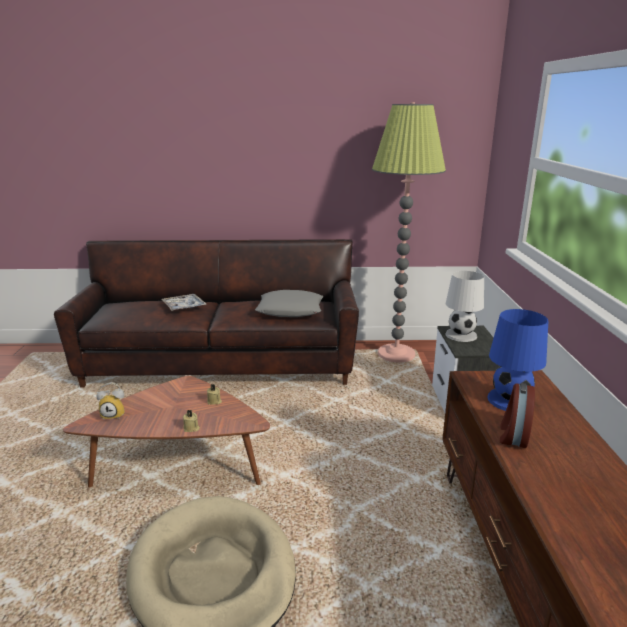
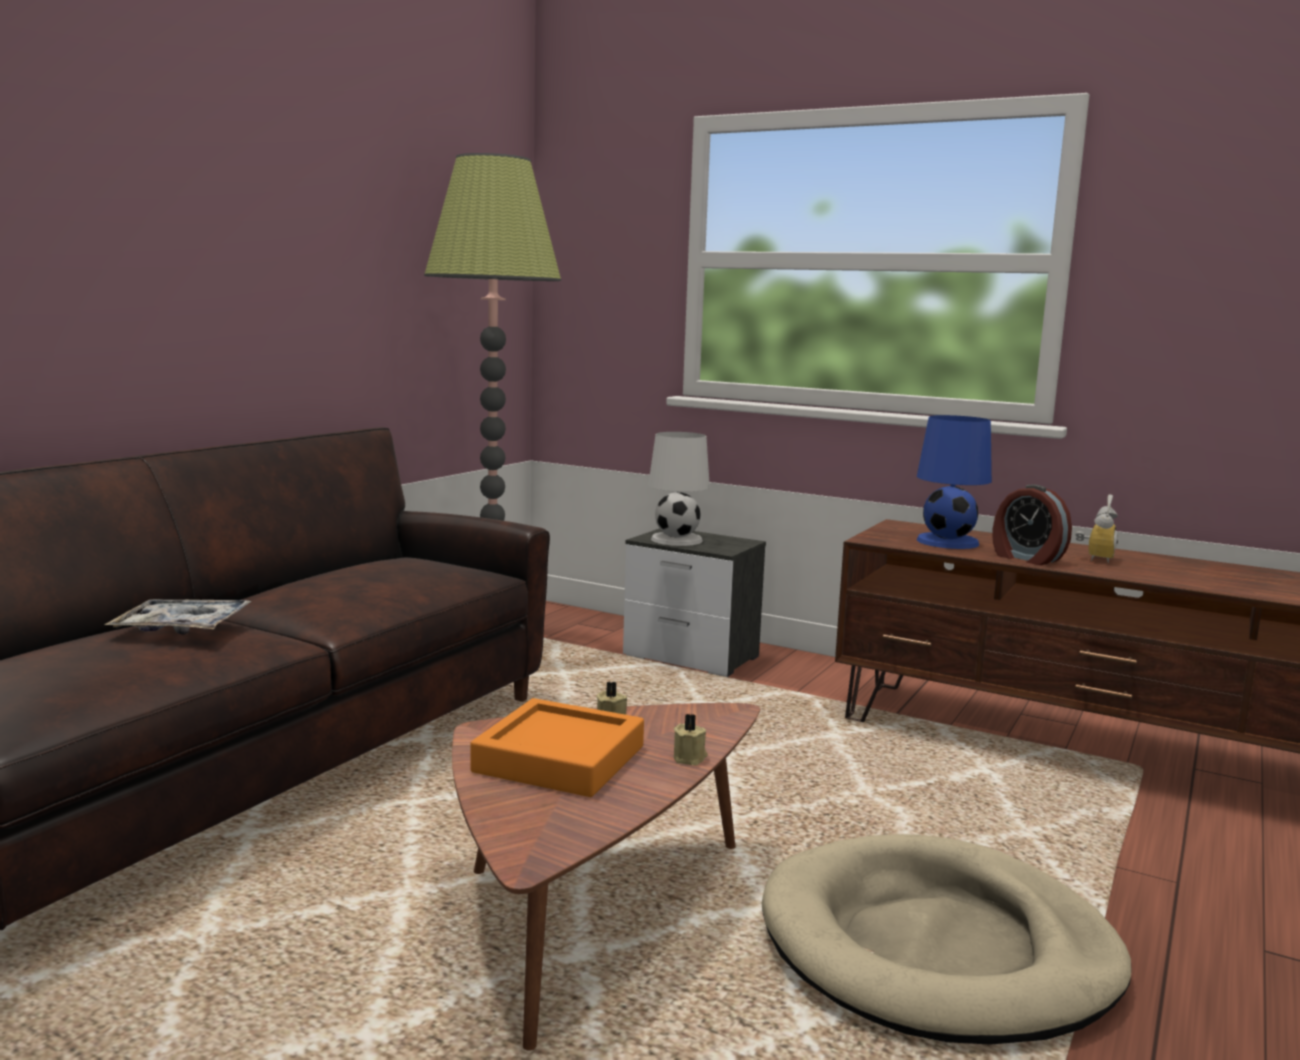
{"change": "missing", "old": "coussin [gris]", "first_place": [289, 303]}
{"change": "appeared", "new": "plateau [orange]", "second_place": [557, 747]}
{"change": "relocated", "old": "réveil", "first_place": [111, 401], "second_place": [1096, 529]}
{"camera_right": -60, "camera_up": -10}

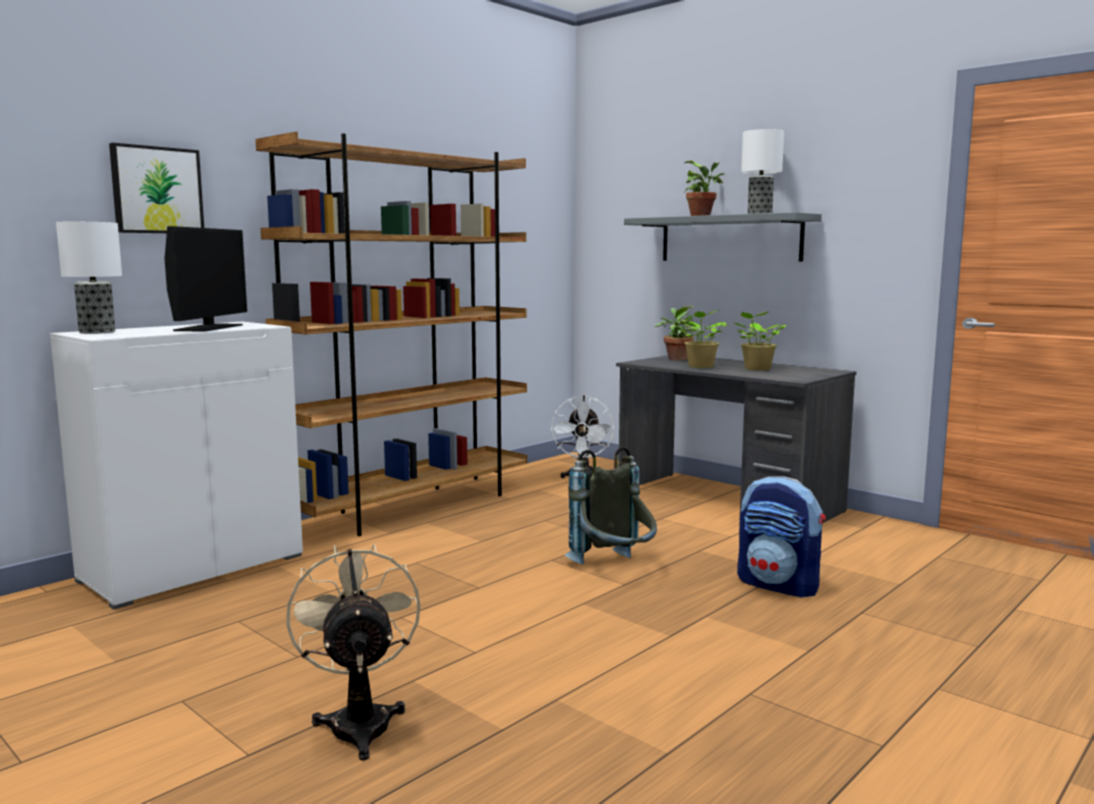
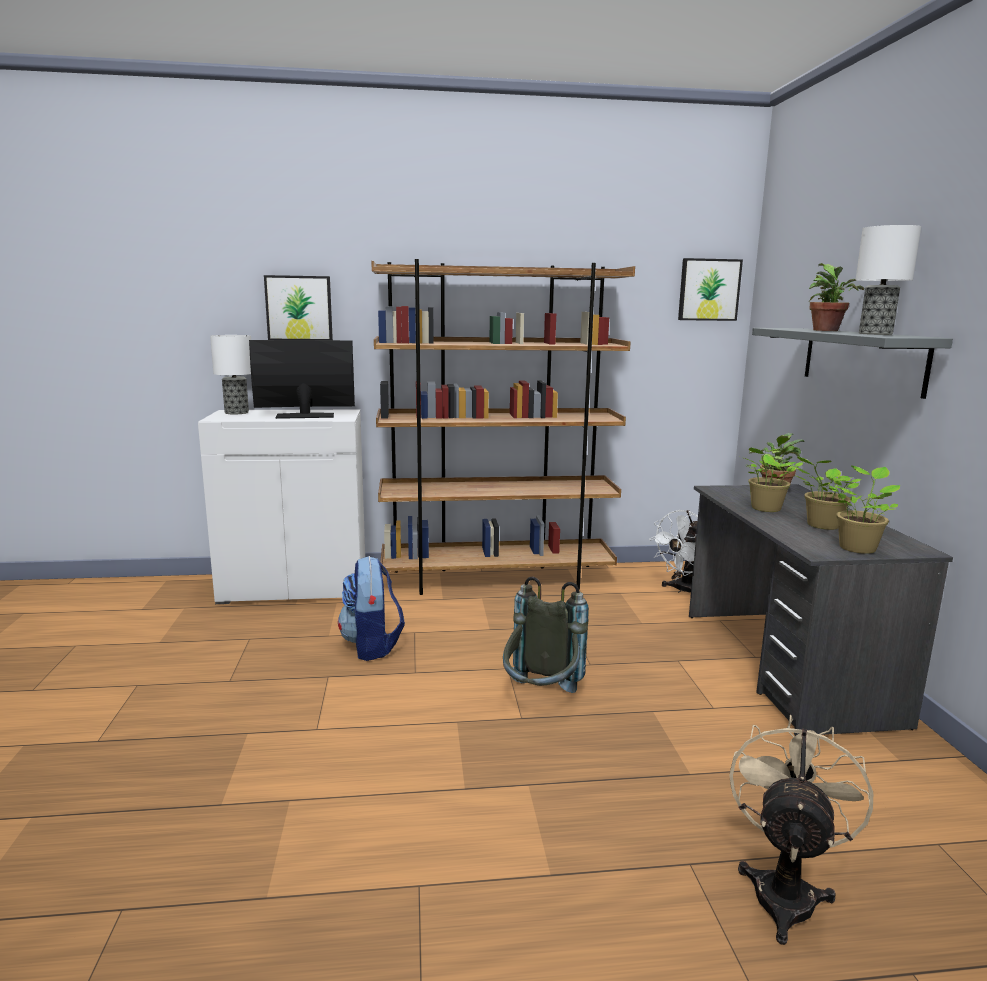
{"change": "appeared", "new": "tableau", "second_place": [710, 289]}
{"change": "appeared", "new": "plante en pot", "second_place": [864, 509]}
{"change": "relocated", "old": "ventilateur [beige]", "first_place": [353, 652], "second_place": [801, 830]}
{"change": "relocated", "old": "sac à dos", "first_place": [781, 537], "second_place": [371, 608]}
{"change": "spun", "old": "écran d'ordinateur", "first_place": [206, 279], "second_place": [302, 379], "degrees": -150}
{"camera_right": 40, "camera_up": 5}

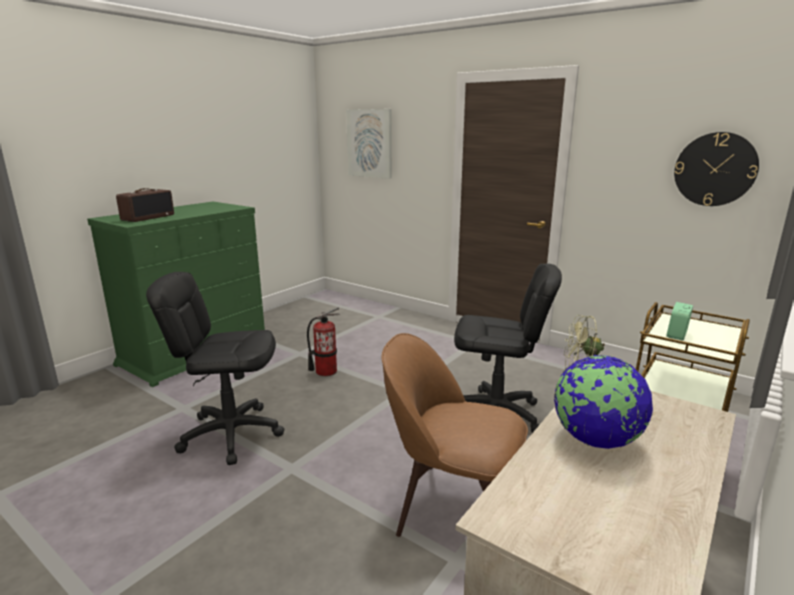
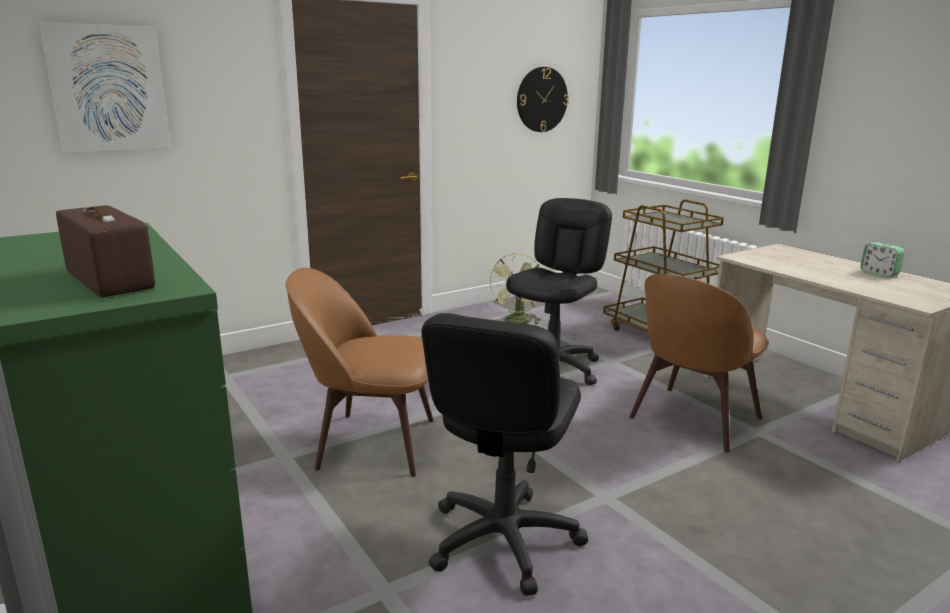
{"change": "missing", "old": "globe", "first_place": [603, 402]}
{"change": "relocated", "old": "réveil", "first_place": [679, 321], "second_place": [882, 259]}
{"change": "exchanged", "old": "extincteur", "new": "chaise [marron]", "first_place": [323, 341], "second_place": [359, 372]}
{"camera_right": -70, "camera_up": 0}

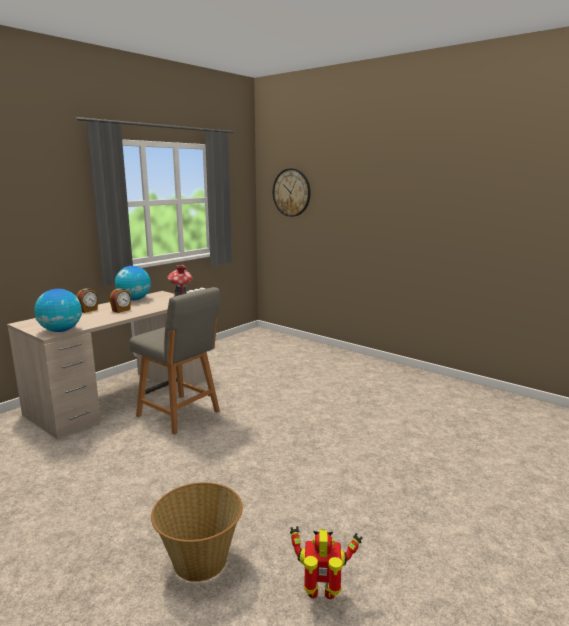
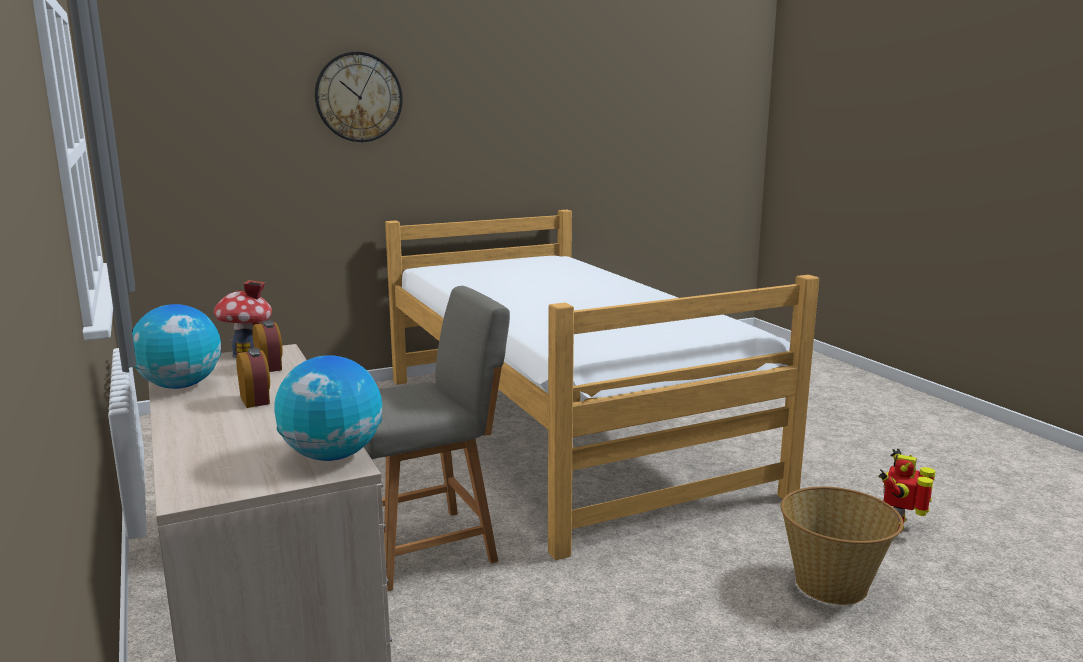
{"change": "appeared", "new": "lit", "second_place": [602, 385]}
{"change": "relocated", "old": "réveil", "first_place": [87, 300], "second_place": [268, 346]}
{"change": "relocated", "old": "horloge murale", "first_place": [292, 192], "second_place": [359, 97]}
{"camera_right": -65, "camera_up": 0}

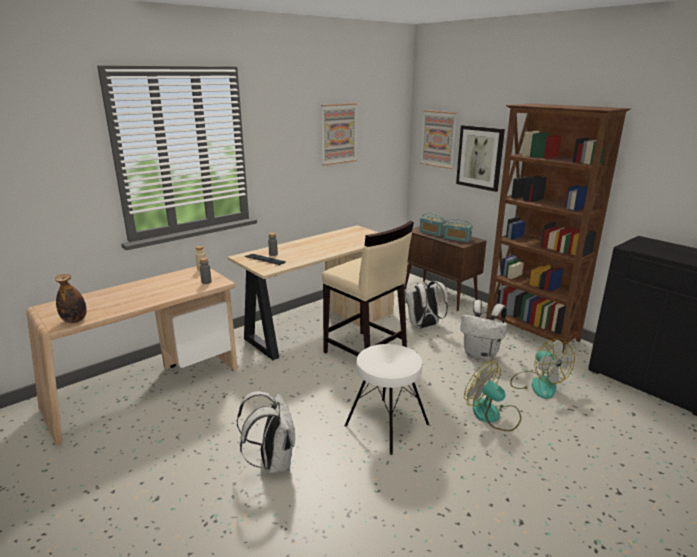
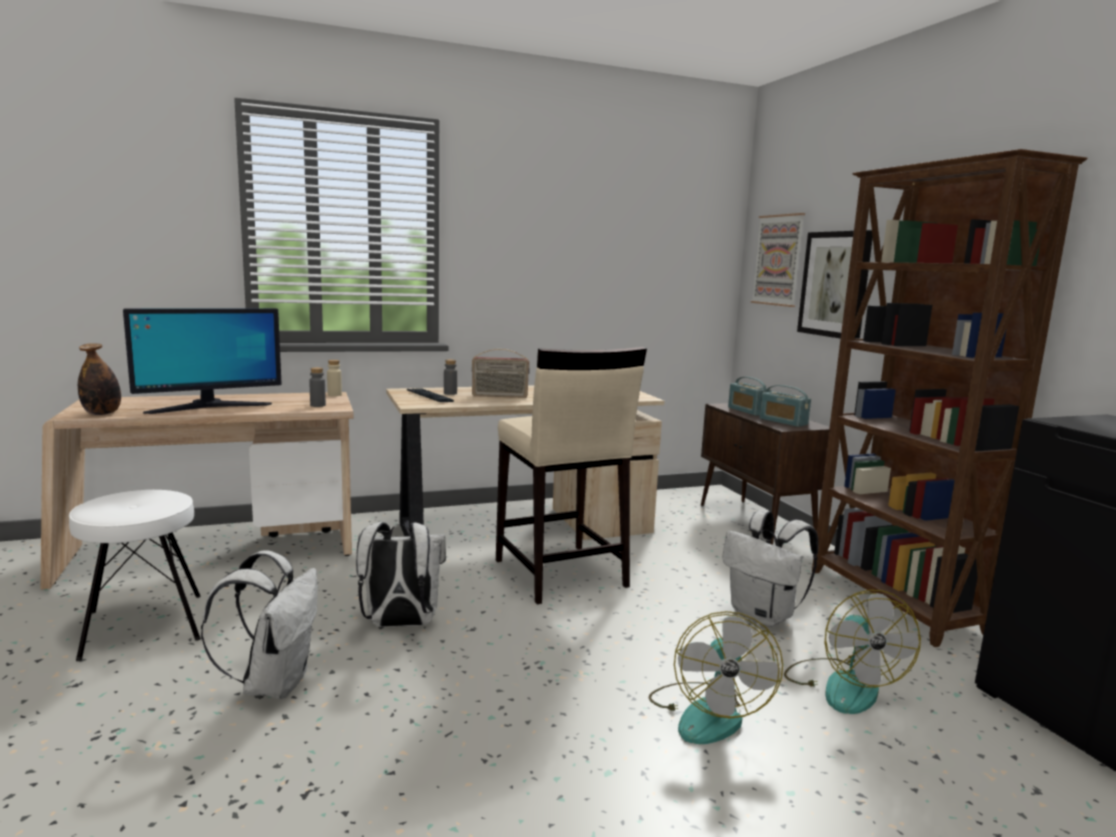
{"change": "missing", "old": "tableau", "first_place": [339, 134]}
{"change": "appeared", "new": "écran d'ordinateur", "second_place": [202, 361]}
{"change": "appeared", "new": "radio", "second_place": [501, 373]}
{"change": "relocated", "old": "tabouret [blanc]", "first_place": [386, 399], "second_place": [135, 575]}
{"change": "relocated", "old": "sac à dos [blanc]", "first_place": [426, 305], "second_place": [401, 574]}
{"change": "spun", "old": "ventilateur", "first_place": [492, 396], "second_place": [716, 677], "degrees": -150}
{"camera_right": 20, "camera_up": -10}

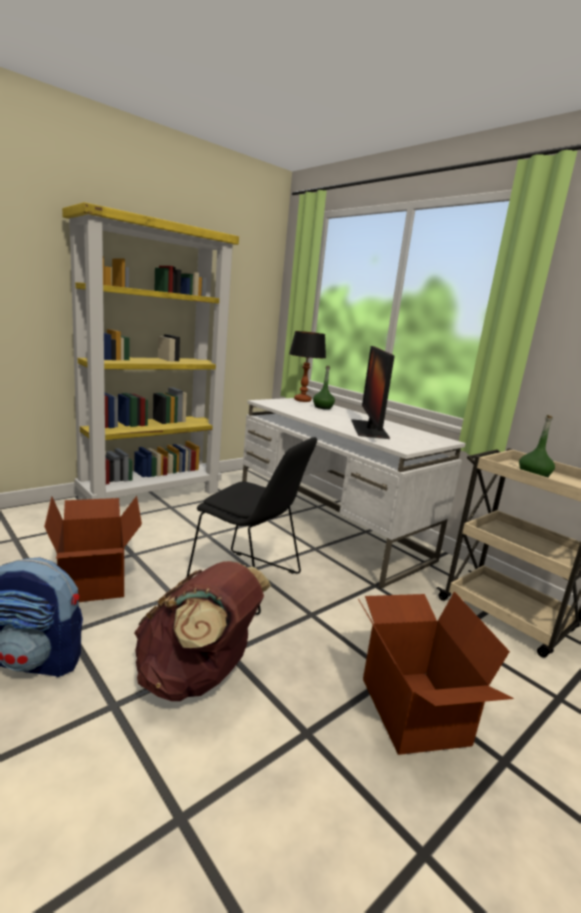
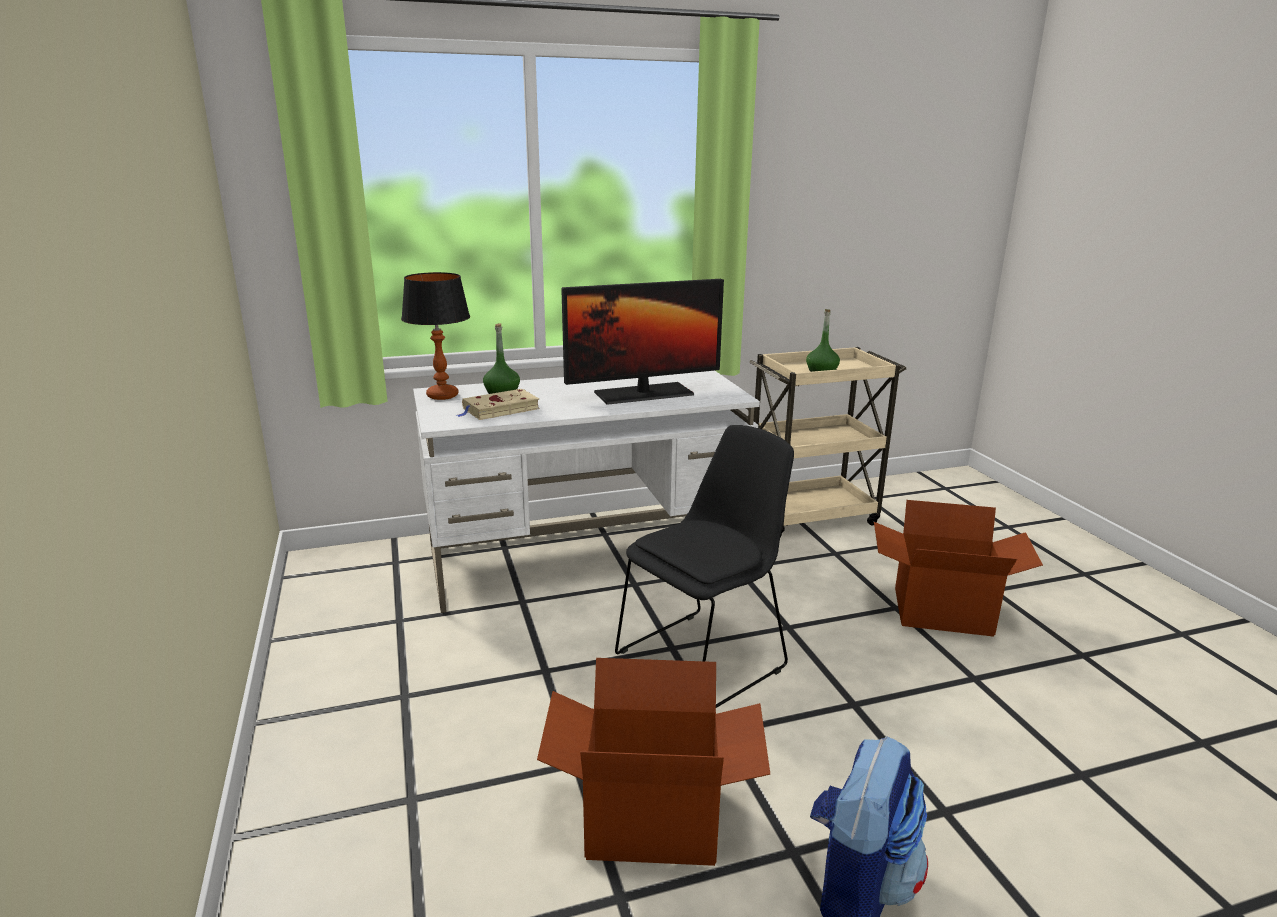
{"change": "missing", "old": "bibliothèque [jaune]", "first_place": [150, 351]}
{"change": "missing", "old": "sac à dos [marron]", "first_place": [202, 631]}
{"change": "appeared", "new": "livre [beige]", "second_place": [498, 404]}
{"change": "spun", "old": "écran d'ordinateur", "first_place": [373, 392], "second_place": [642, 342], "degrees": -45}
{"camera_right": -65, "camera_up": 5}

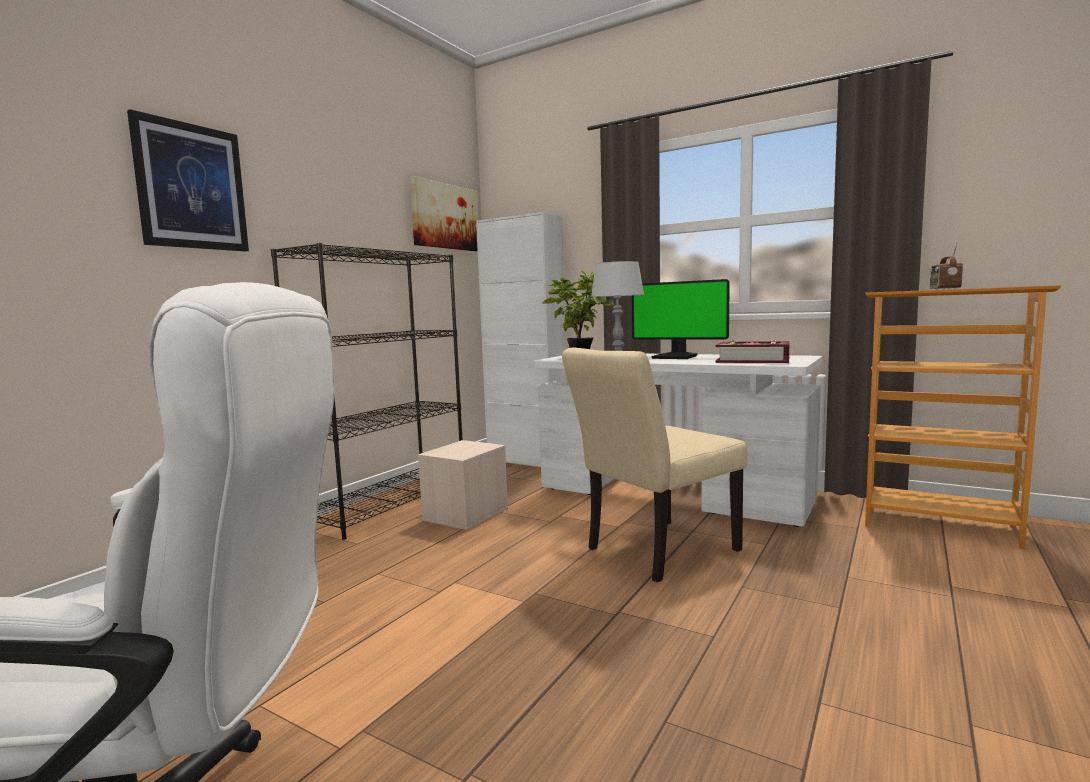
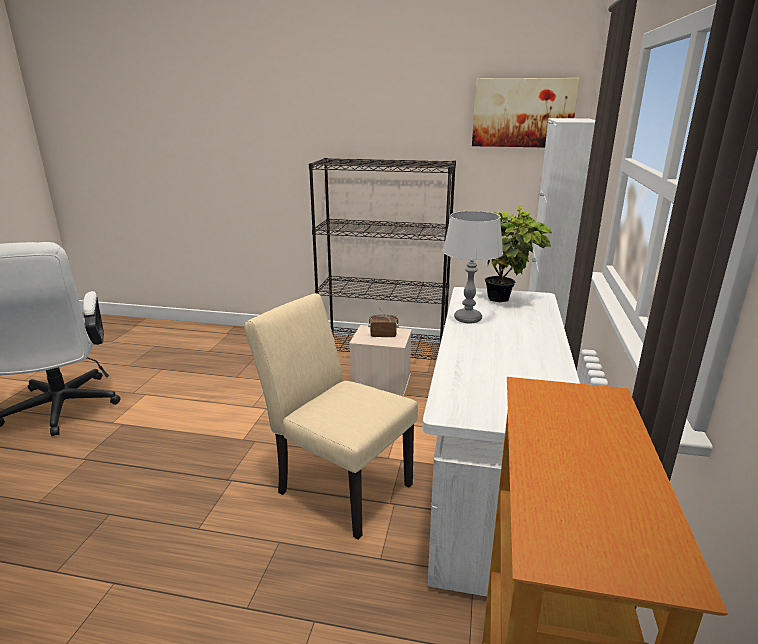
{"change": "missing", "old": "tableau", "first_place": [188, 180]}
{"change": "missing", "old": "écran d'ordinateur", "first_place": [681, 319]}
{"change": "missing", "old": "livre", "first_place": [752, 351]}
{"change": "relocated", "old": "radio", "first_place": [946, 266], "second_place": [383, 322]}
{"camera_right": 70, "camera_up": 15}

